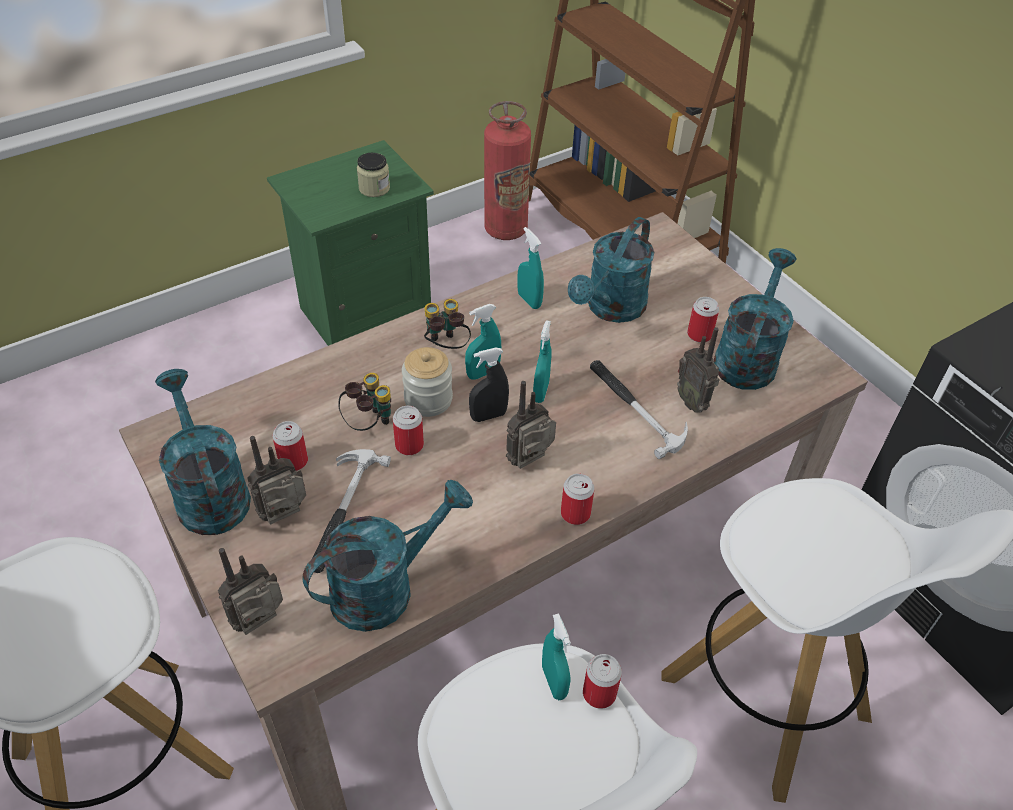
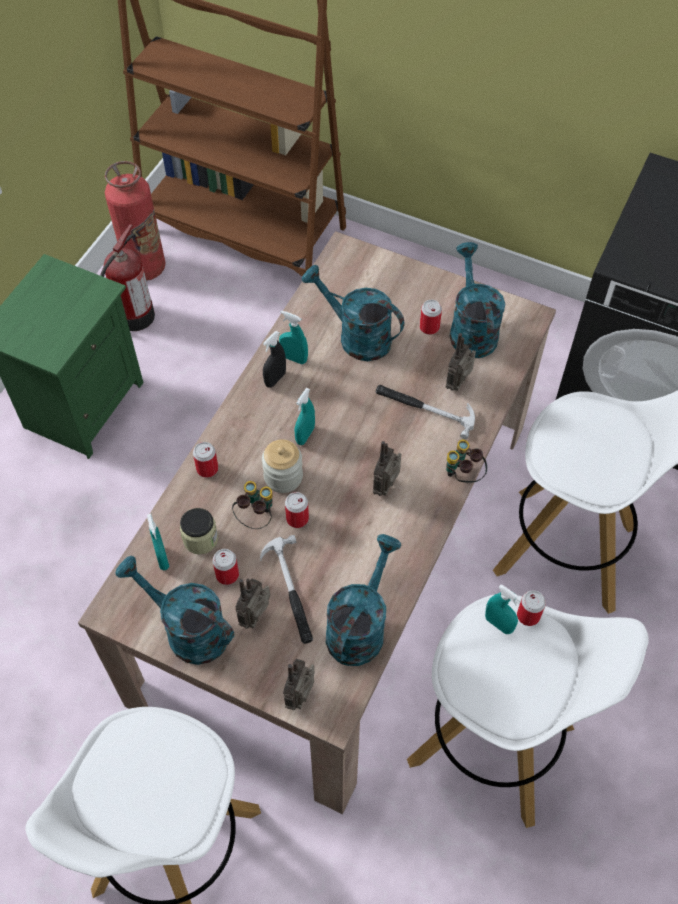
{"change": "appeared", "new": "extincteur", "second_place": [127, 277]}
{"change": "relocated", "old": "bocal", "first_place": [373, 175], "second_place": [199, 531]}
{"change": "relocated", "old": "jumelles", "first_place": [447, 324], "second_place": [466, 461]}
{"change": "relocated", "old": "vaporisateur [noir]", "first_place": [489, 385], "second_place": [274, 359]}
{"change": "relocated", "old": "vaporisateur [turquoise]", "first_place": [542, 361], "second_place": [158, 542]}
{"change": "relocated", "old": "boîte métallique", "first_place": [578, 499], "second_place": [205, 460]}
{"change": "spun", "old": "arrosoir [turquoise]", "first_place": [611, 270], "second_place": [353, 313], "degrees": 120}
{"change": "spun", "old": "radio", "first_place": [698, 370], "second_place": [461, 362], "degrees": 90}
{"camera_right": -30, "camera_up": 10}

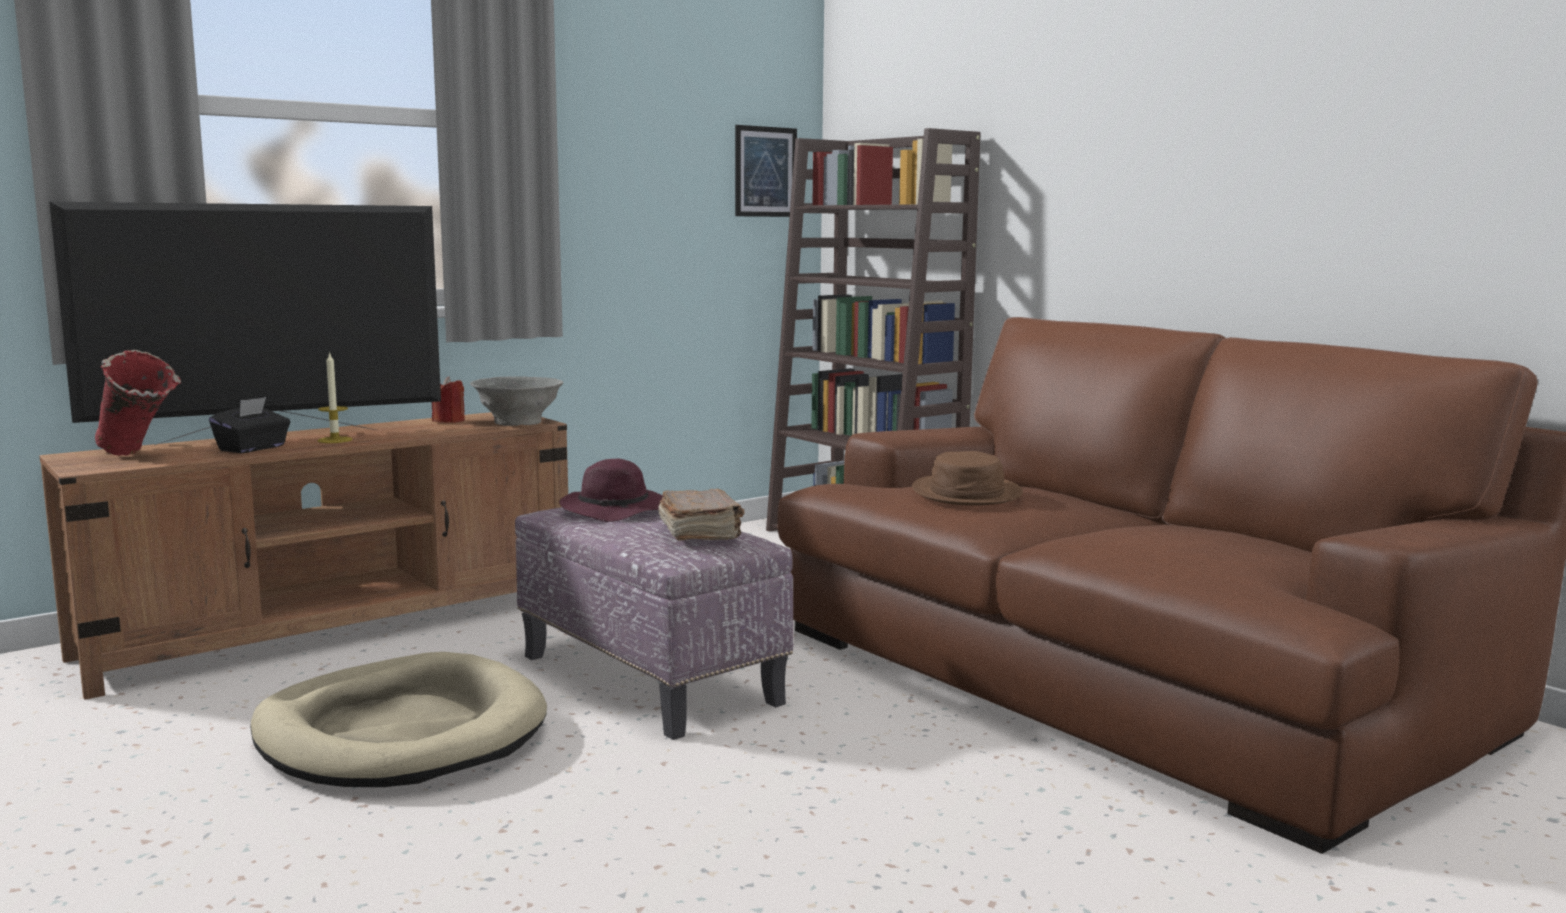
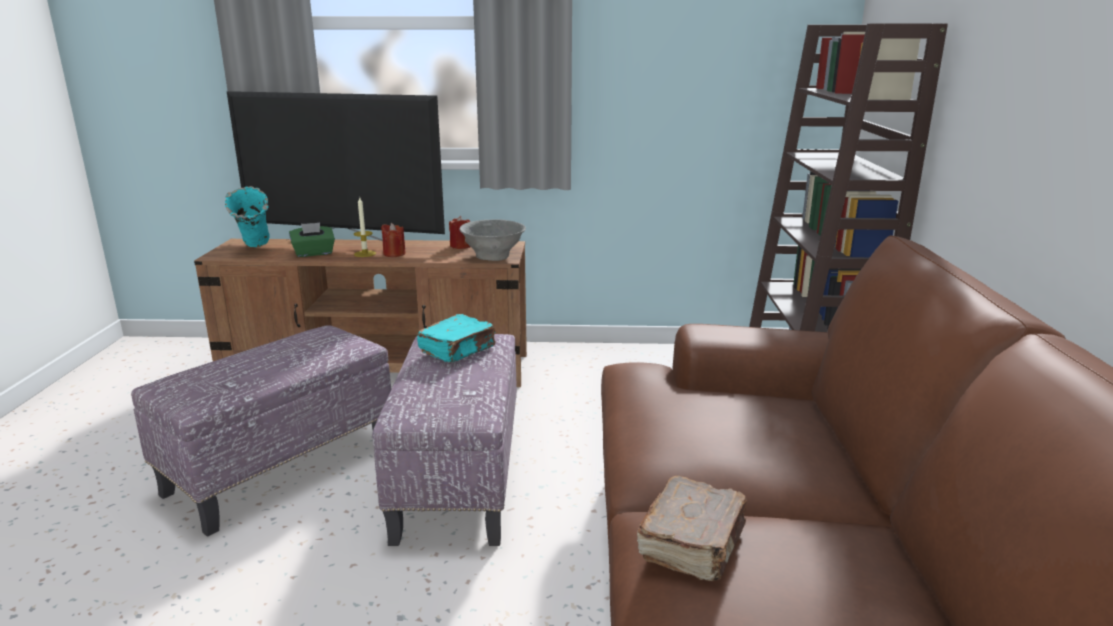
{"change": "missing", "old": "tableau", "first_place": [766, 171]}
{"change": "missing", "old": "chapeau [marron]", "first_place": [967, 478]}
{"change": "appeared", "new": "bougie [rouge]", "second_place": [393, 240]}
{"change": "relocated", "old": "livre [marron]", "first_place": [701, 515], "second_place": [692, 528]}
{"change": "exchanged", "old": "panier pour chien [beige]", "new": "pouf", "first_place": [398, 719], "second_place": [261, 431]}
{"change": "exchanged", "old": "chapeau [violet]", "new": "livre [turquoise]", "first_place": [611, 490], "second_place": [456, 338]}
{"change": "colour", "old": "vase [rouge]", "new": "vase [turquoise]", "first_place": [138, 403], "second_place": [247, 216]}
{"change": "colour", "old": "boîte à mouchoirs [noir]", "new": "boîte à mouchoirs [vert]", "first_place": [249, 425], "second_place": [312, 240]}
{"camera_right": 40, "camera_up": 10}

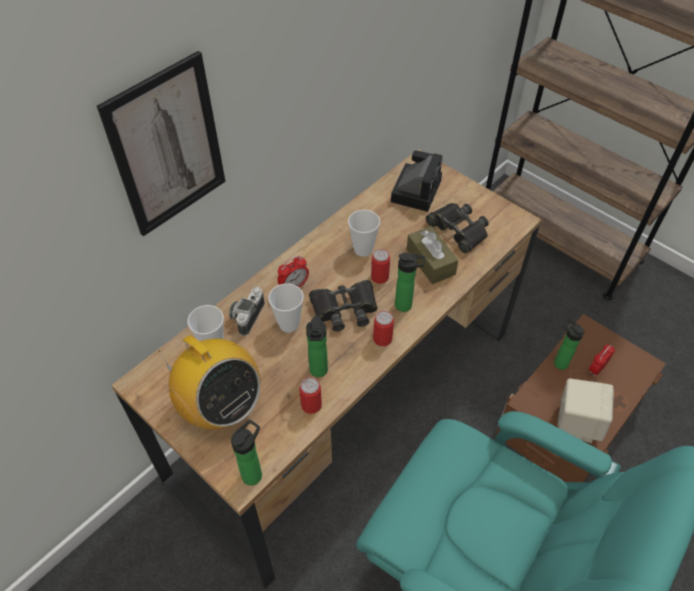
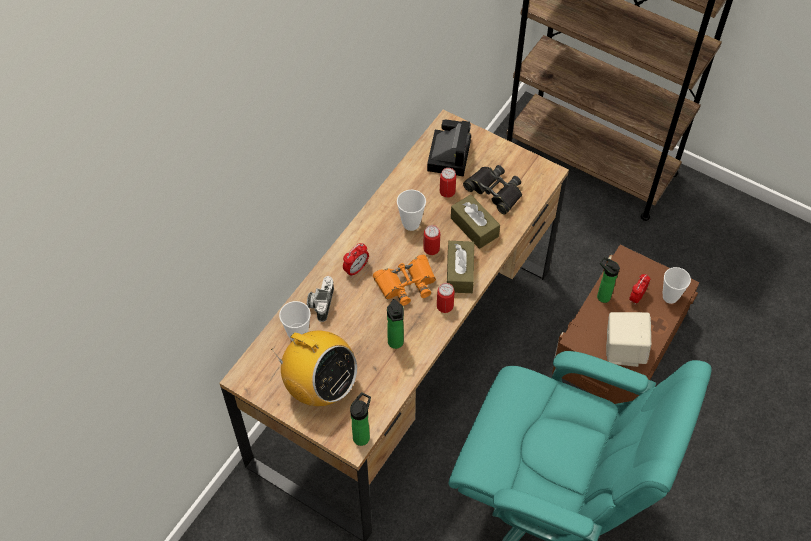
{"change": "missing", "old": "tableau", "first_place": [161, 143]}
{"change": "relocated", "old": "tasse", "first_place": [286, 308], "second_place": [676, 285]}
{"change": "relocated", "old": "boîte métallique", "first_place": [310, 395], "second_place": [448, 182]}
{"change": "exchanged", "old": "bouteille", "new": "boîte à mouchoirs [marron]", "first_place": [410, 282], "second_place": [460, 267]}
{"change": "colour", "old": "jumelles [noir]", "new": "jumelles [orange]", "first_place": [343, 306], "second_place": [404, 280]}
{"camera_right": -10, "camera_up": 5}

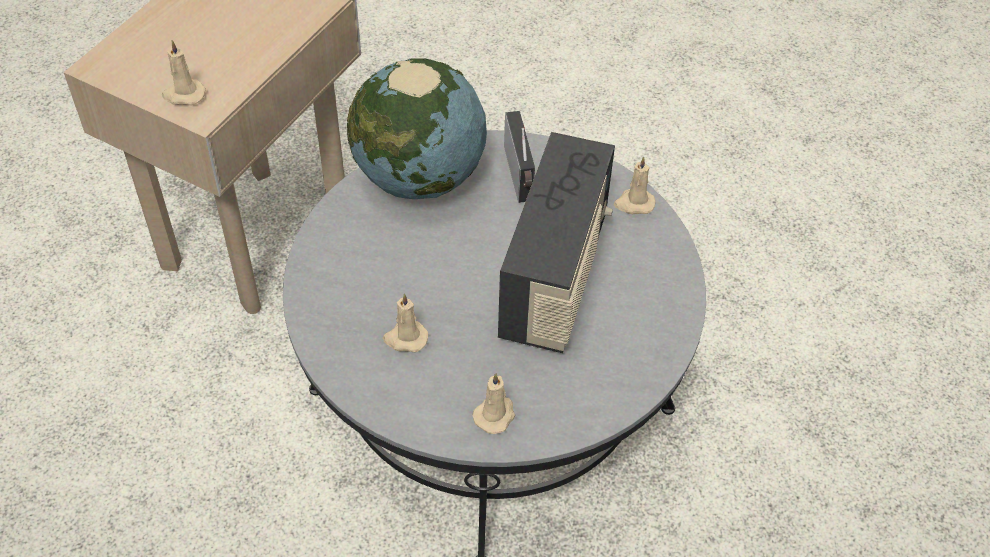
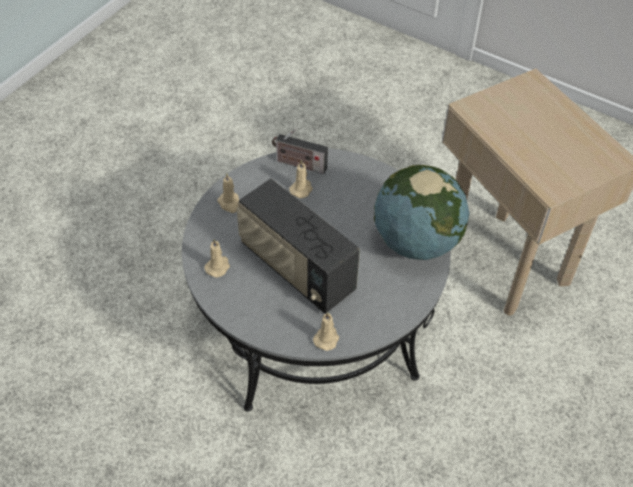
{"change": "relocated", "old": "bougie [beige]", "first_place": [184, 72], "second_place": [217, 258]}
{"change": "relocated", "old": "radio", "first_place": [519, 157], "second_place": [300, 151]}
{"camera_right": 120, "camera_up": 0}

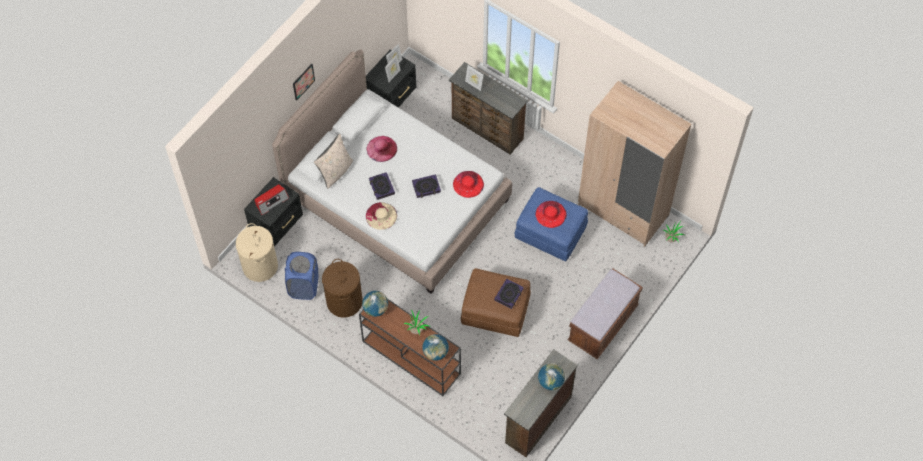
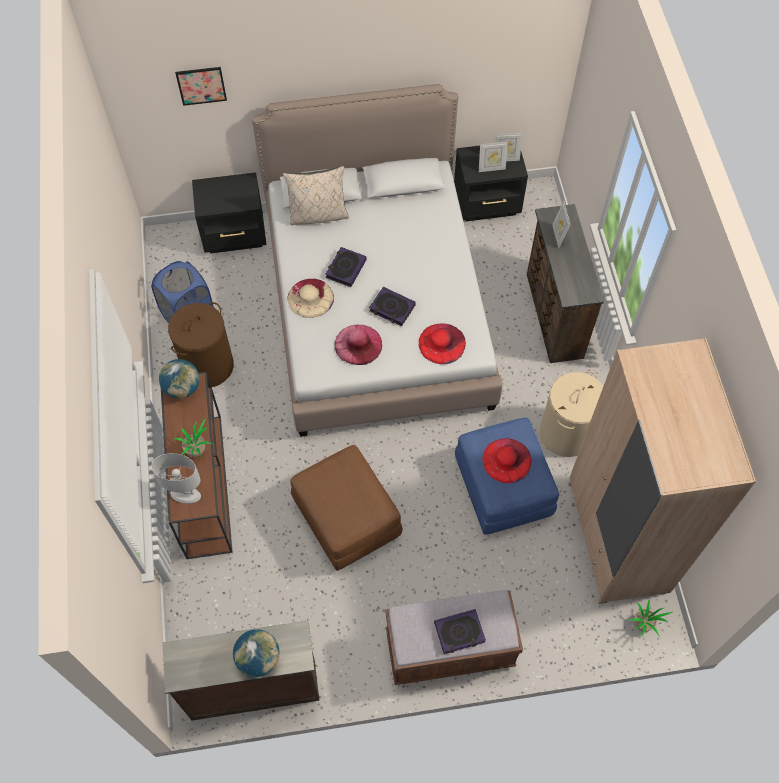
{"change": "missing", "old": "radio", "first_place": [271, 199]}
{"change": "relocated", "old": "panier à linge [beige]", "first_place": [257, 252], "second_place": [571, 414]}
{"change": "relocated", "old": "tableau", "first_place": [304, 82], "second_place": [201, 86]}
{"change": "relocated", "old": "chapeau [rose]", "first_place": [382, 149], "second_place": [358, 345]}
{"change": "relocated", "old": "livre", "first_place": [509, 294], "second_place": [460, 631]}
{"change": "exchanged", "old": "globe", "new": "lampe de table [blanc]", "first_place": [435, 347], "second_place": [176, 478]}
{"camera_right": 45, "camera_up": 0}

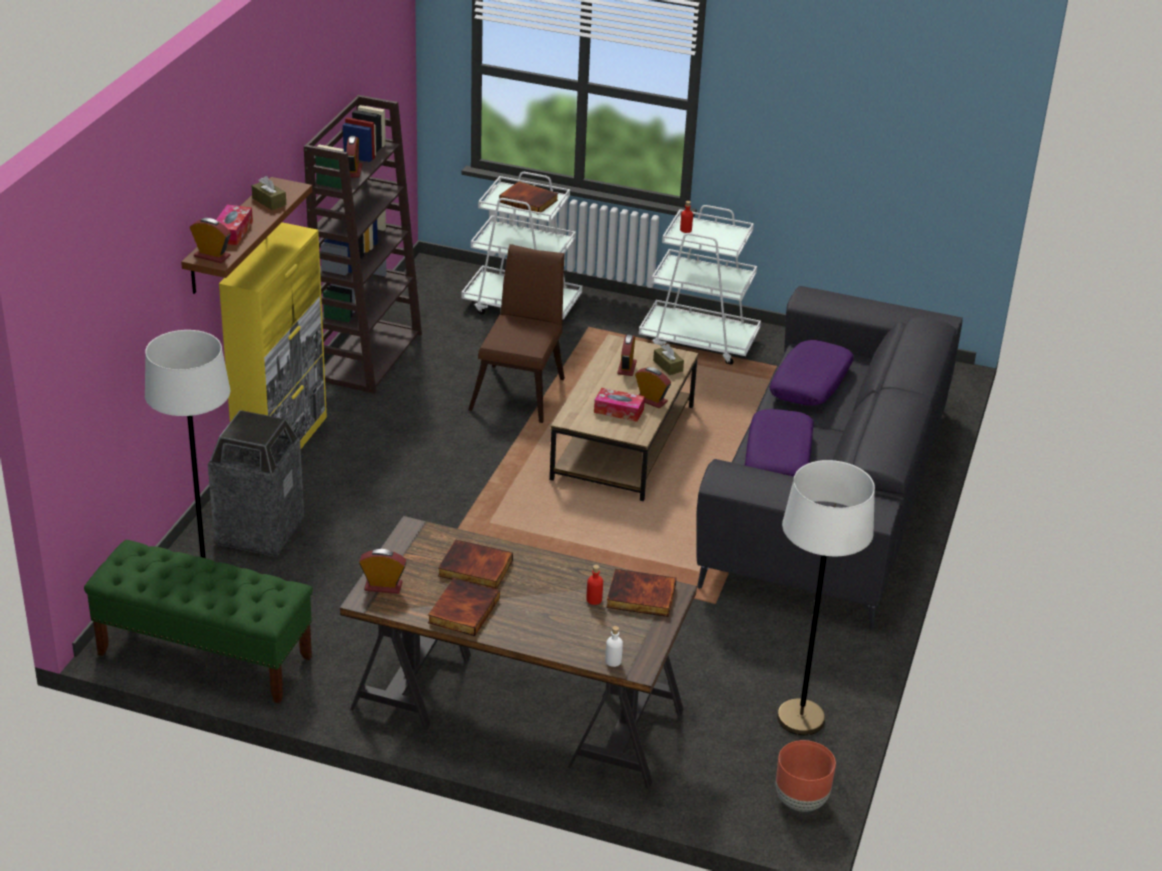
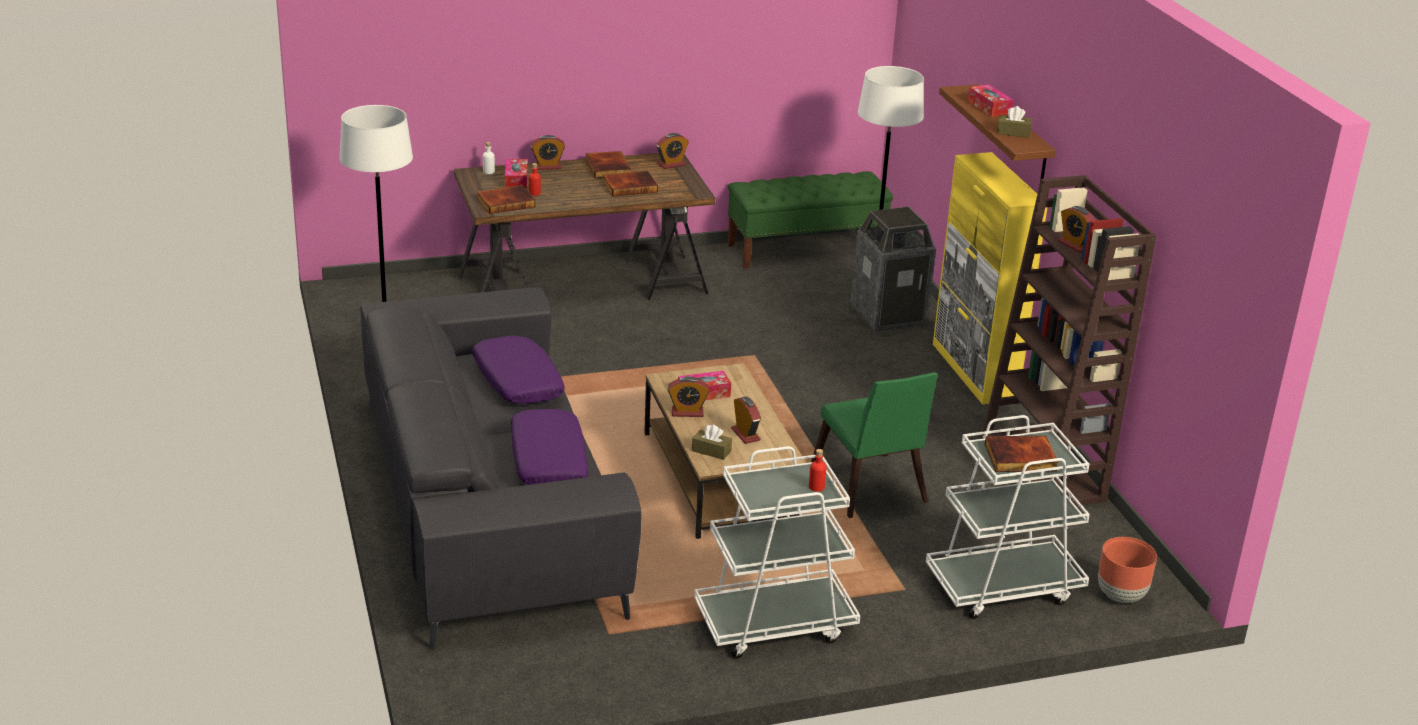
{"change": "appeared", "new": "boîte à mouchoirs", "second_place": [516, 174]}
{"change": "relocated", "old": "réveil", "first_place": [210, 240], "second_place": [547, 152]}
{"change": "relocated", "old": "cache-pot [marron]", "first_place": [806, 776], "second_place": [1127, 570]}
{"change": "colour", "old": "chaise [marron]", "new": "chaise [vert]", "first_place": [516, 333], "second_place": [874, 445]}
{"camera_right": 145, "camera_up": -5}

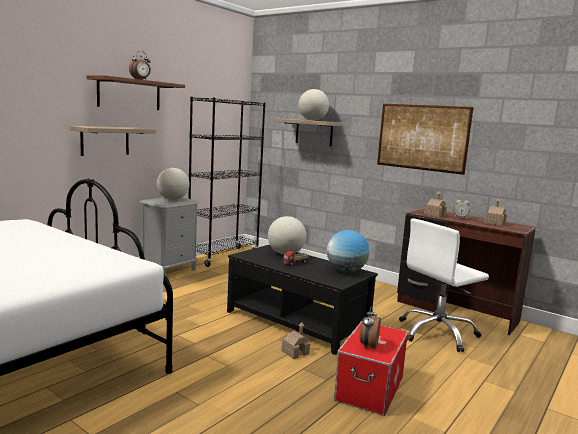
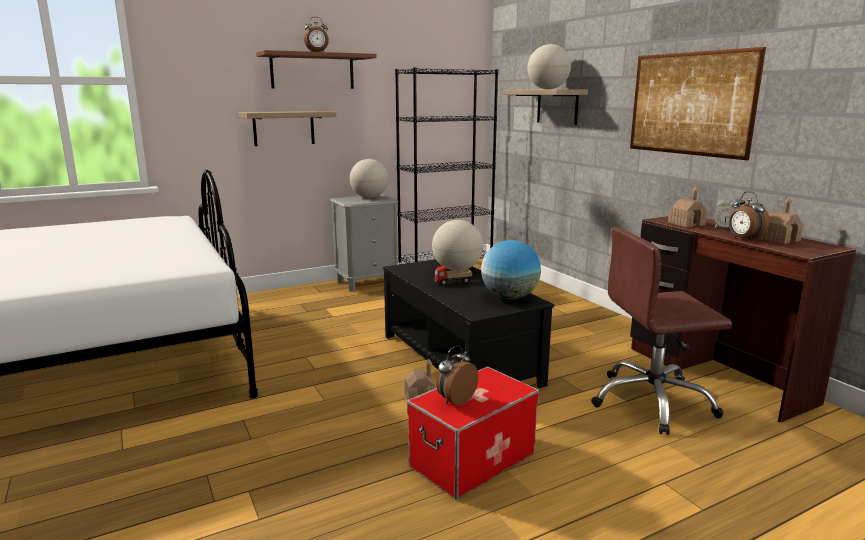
{"change": "appeared", "new": "réveil", "second_place": [749, 216]}
{"change": "colour", "old": "chaise de bureau [blanc]", "new": "chaise de bureau [marron]", "first_place": [444, 285], "second_place": [661, 331]}
{"camera_right": 25, "camera_up": 5}

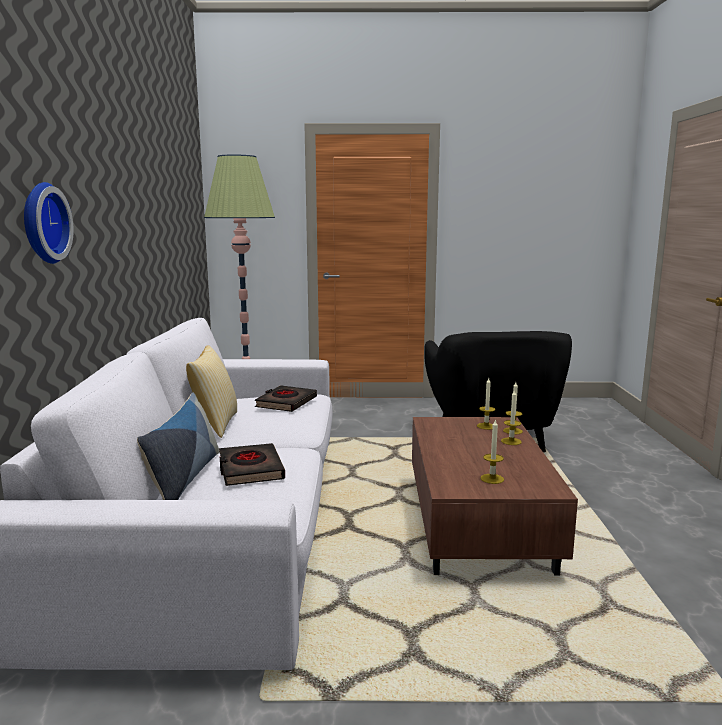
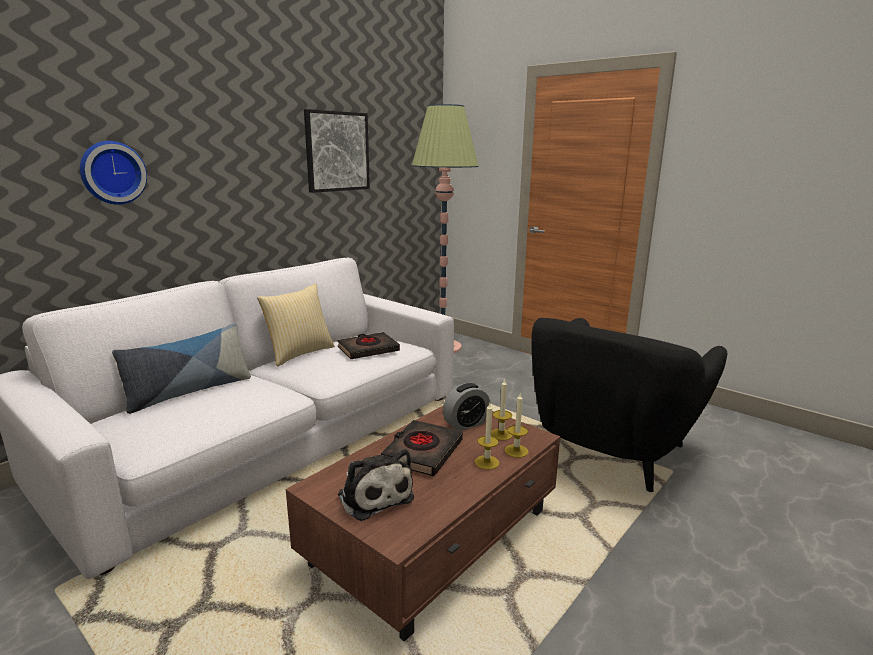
{"change": "appeared", "new": "tableau", "second_place": [337, 151]}
{"change": "appeared", "new": "réveil", "second_place": [467, 407]}
{"change": "relocated", "old": "livre [noir]", "first_place": [252, 464], "second_place": [422, 448]}
{"change": "exchanged", "old": "bougie", "new": "peluche", "first_place": [492, 451], "second_place": [376, 485]}
{"camera_right": 40, "camera_up": 5}

